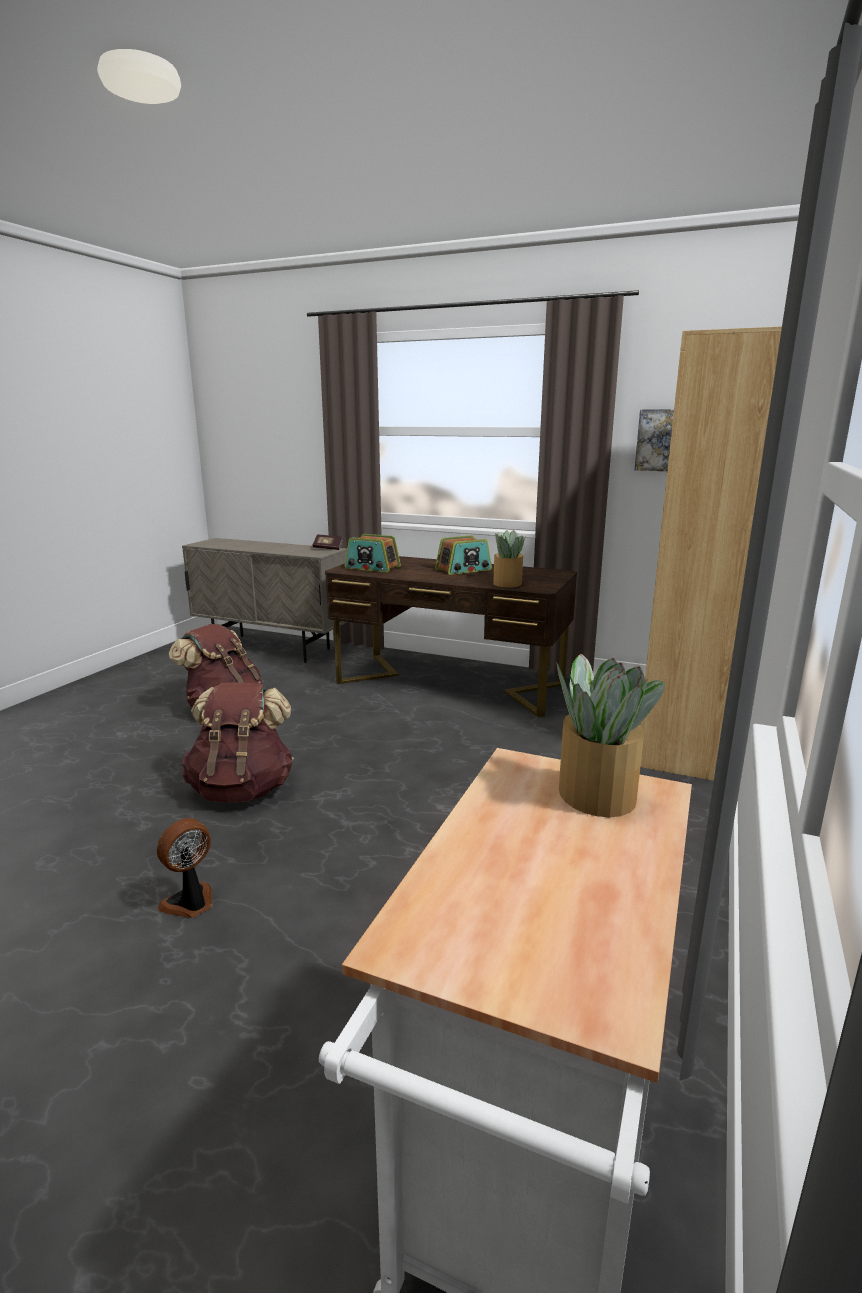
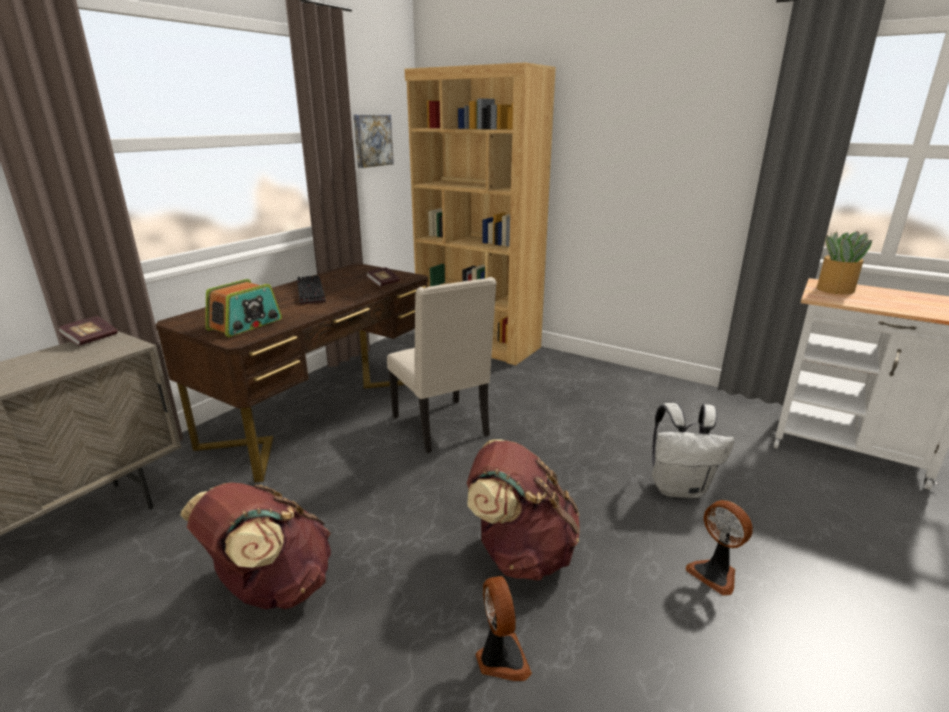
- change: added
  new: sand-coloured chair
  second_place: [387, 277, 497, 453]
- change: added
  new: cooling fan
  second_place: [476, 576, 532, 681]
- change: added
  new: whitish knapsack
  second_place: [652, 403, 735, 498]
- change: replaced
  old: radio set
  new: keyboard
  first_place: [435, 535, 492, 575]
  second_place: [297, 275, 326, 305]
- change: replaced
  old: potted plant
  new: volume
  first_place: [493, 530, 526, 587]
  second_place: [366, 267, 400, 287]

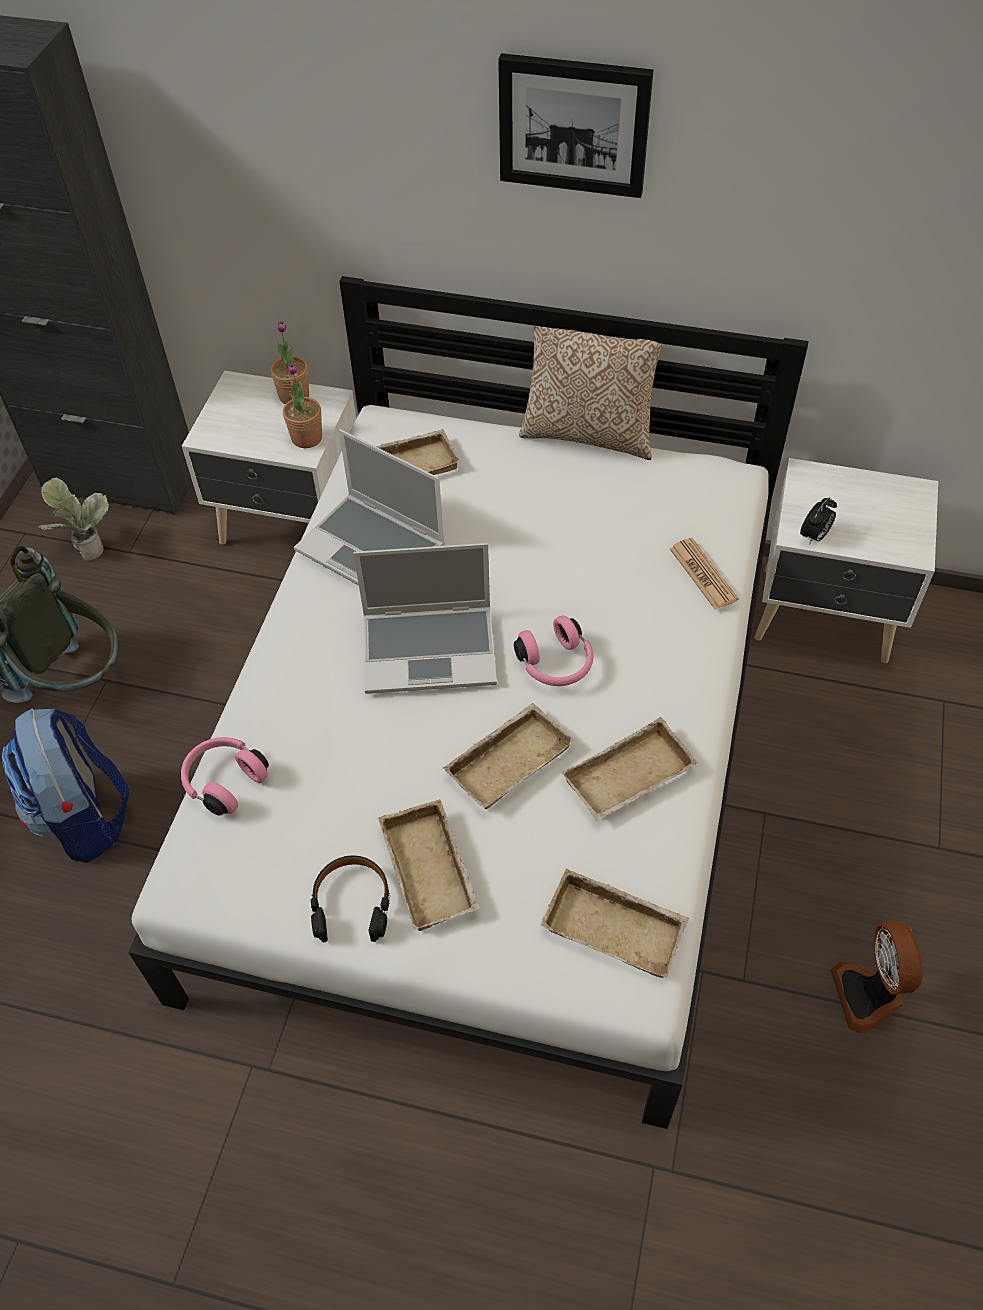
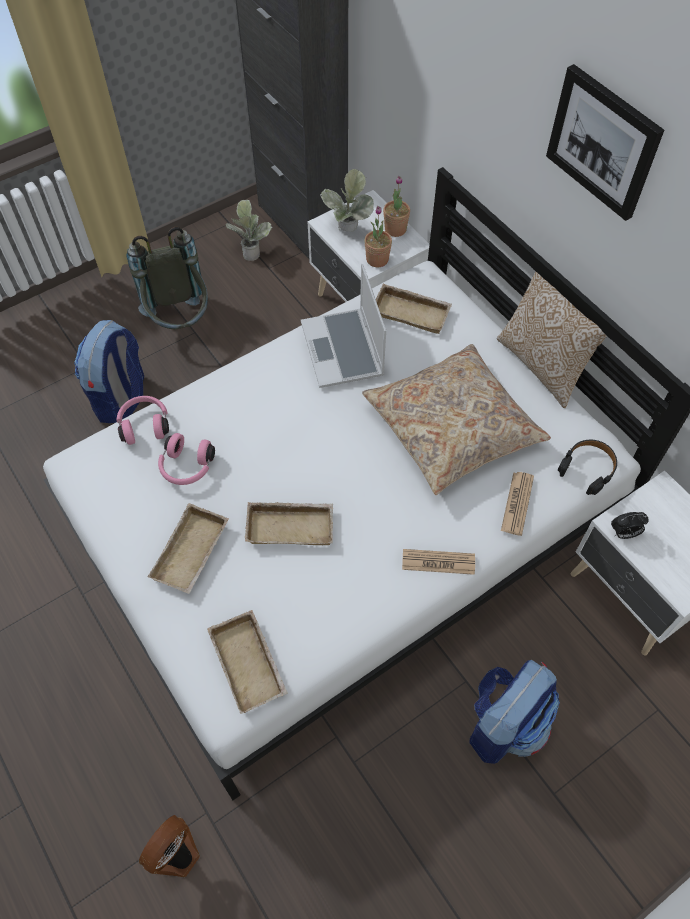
- change: removed
  old: laptop
  first_place: [353, 543, 497, 694]
- change: removed
  old: sand-coloured carrying tray
  first_place: [561, 717, 698, 821]
- change: added
  new: potted plant
  second_place: [320, 169, 374, 232]
- change: added
  new: sand-coloured throw pillow
  second_place: [362, 344, 551, 495]
- change: added
  new: daily paper
  second_place: [402, 549, 475, 575]
- change: added
  new: knapsack
  second_place: [470, 660, 560, 764]
- change: moved
  old: black-coloured pair of headphones
  first_place: [311, 855, 390, 942]
  second_place: [558, 440, 617, 495]
- change: moved
  old: pinkish pair of headphones
  first_place: [514, 616, 594, 686]
  second_place: [158, 433, 215, 485]
- change: moved
  old: cooling fan
  first_place: [830, 920, 923, 1033]
  second_place: [139, 815, 200, 877]

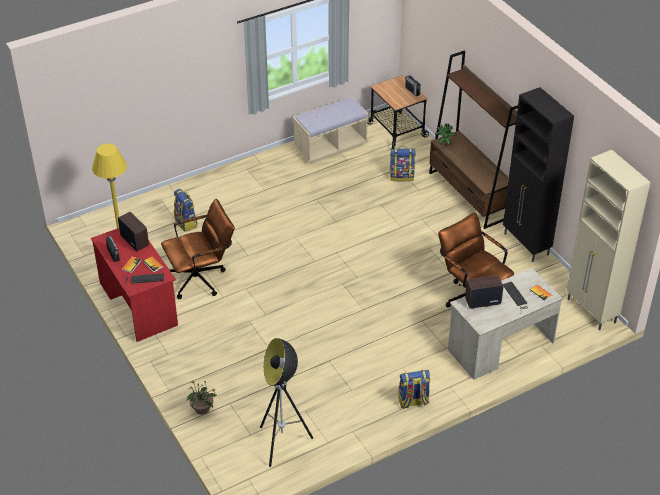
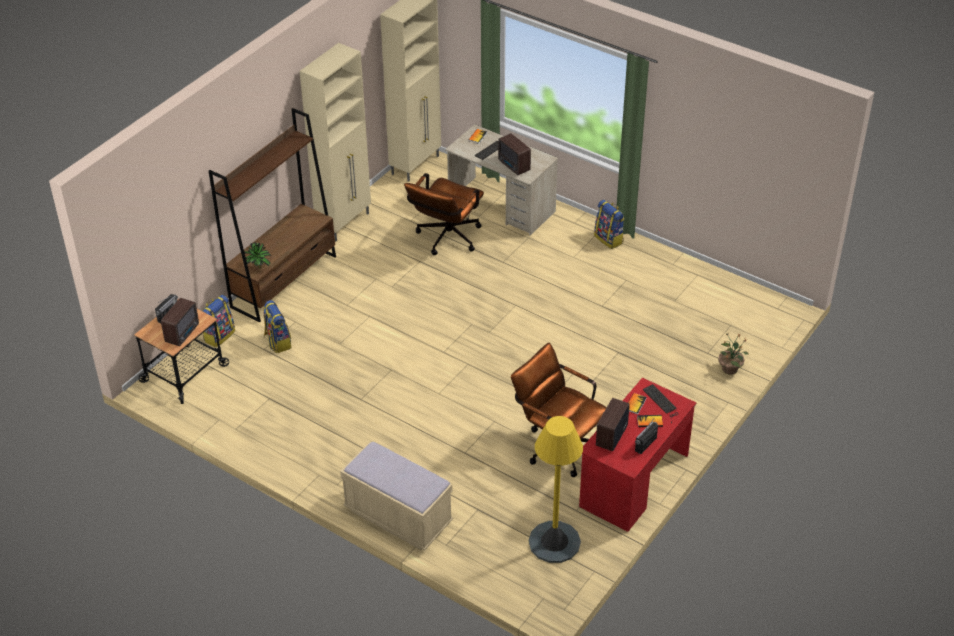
- change: removed
  old: standard lamp
  first_place: [260, 338, 313, 467]
- change: added
  new: radio set
  second_place: [161, 298, 199, 346]
- change: moved
  old: knapsack
  first_place: [174, 189, 197, 232]
  second_place: [202, 295, 235, 347]
- change: moved
  old: sand-coloured long seat
  first_place: [293, 97, 369, 164]
  second_place: [340, 442, 453, 551]
- change: recoloured
  old: black-coloured storage cabinet
  new: sand-coloured storage cabinet
  first_place: [503, 87, 574, 262]
  second_place: [300, 43, 371, 241]

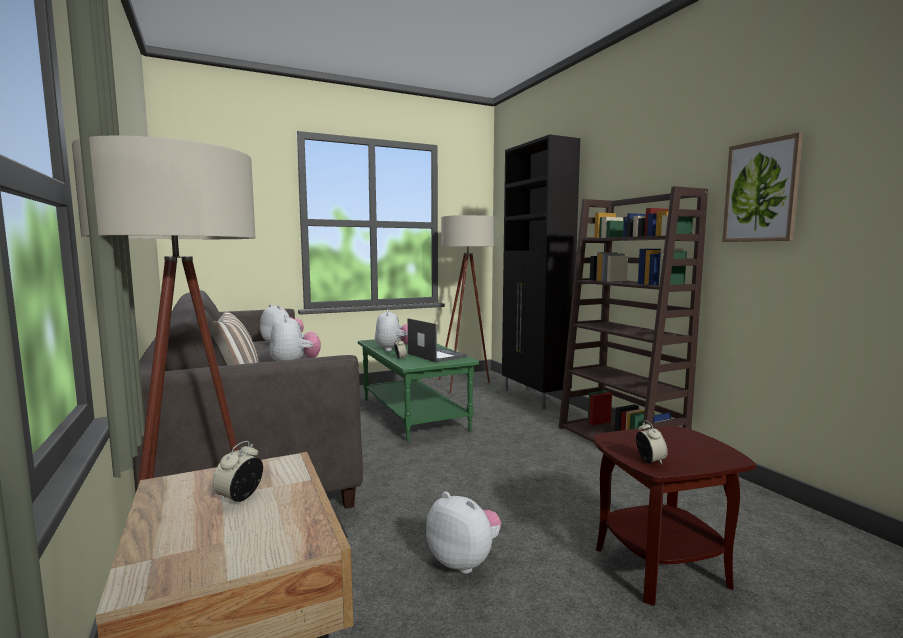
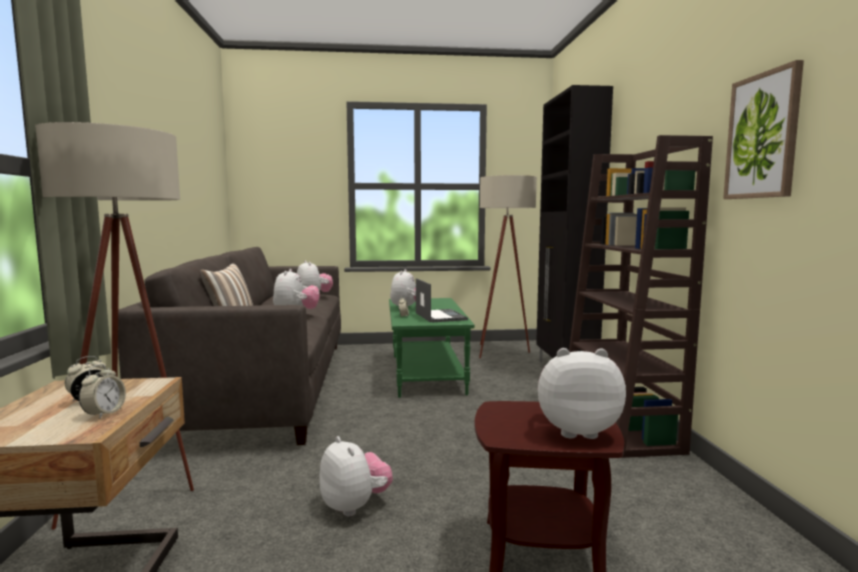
- change: added
  new: cuddly toy
  second_place: [538, 348, 626, 439]
- change: moved
  old: bedside clock
  first_place: [636, 420, 668, 464]
  second_place: [79, 364, 126, 419]

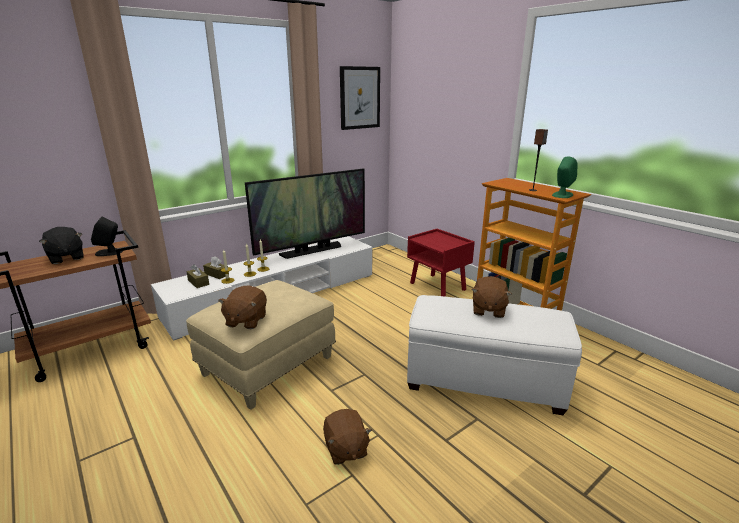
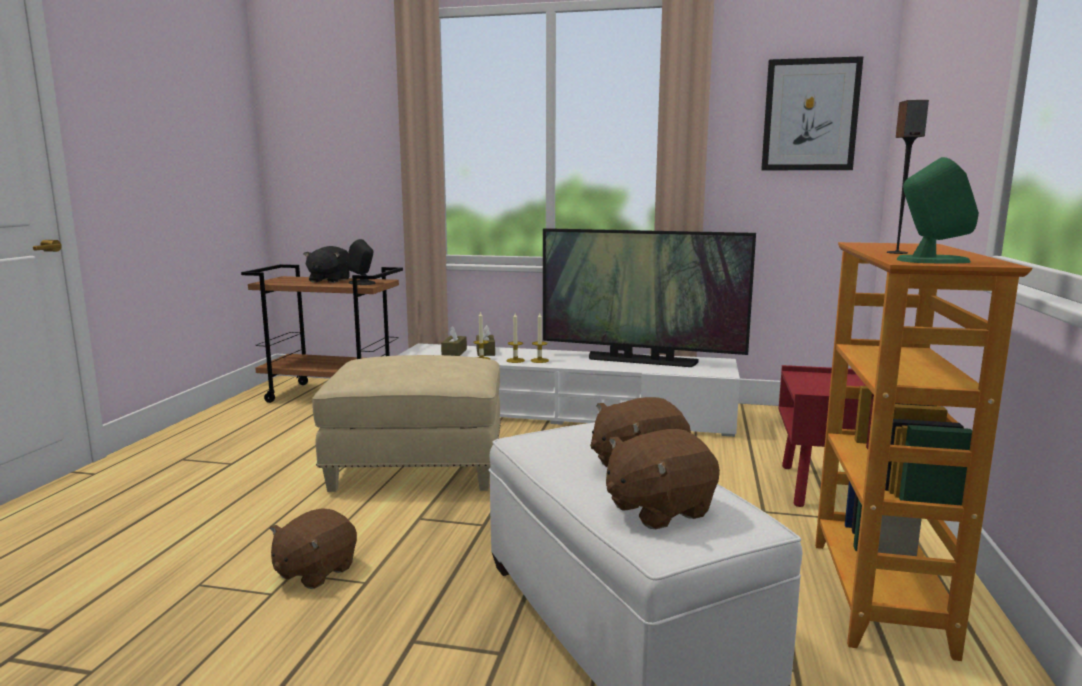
- change: moved
  old: brown cuddly toy
  first_place: [218, 285, 267, 329]
  second_place: [606, 429, 720, 529]

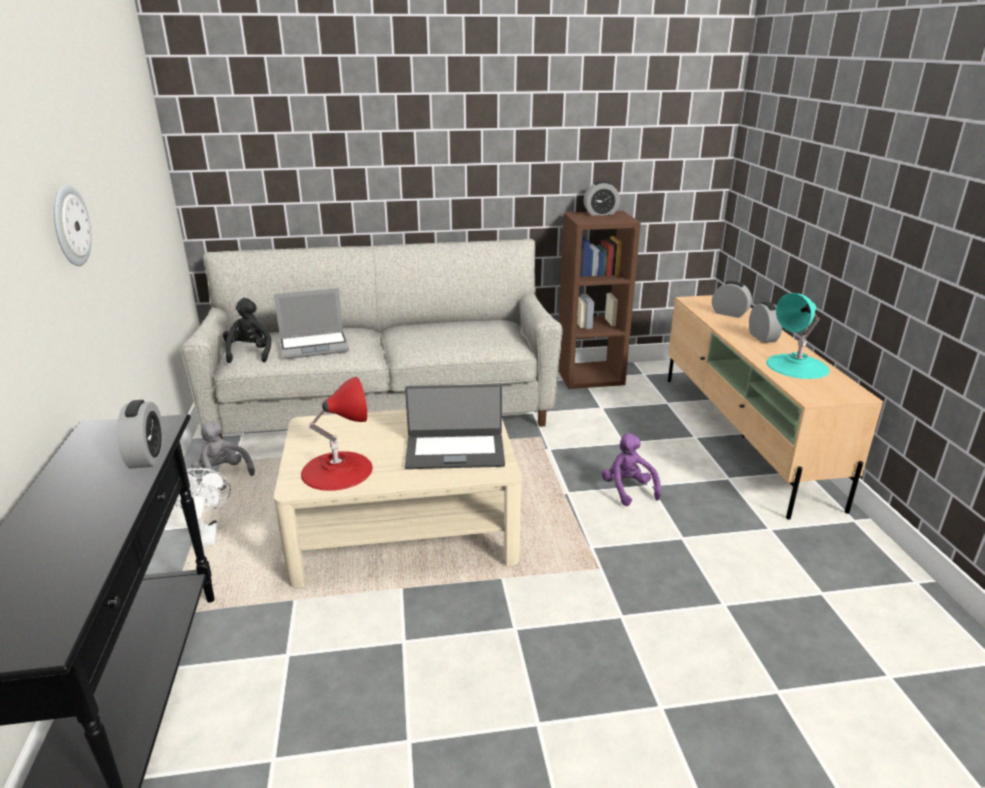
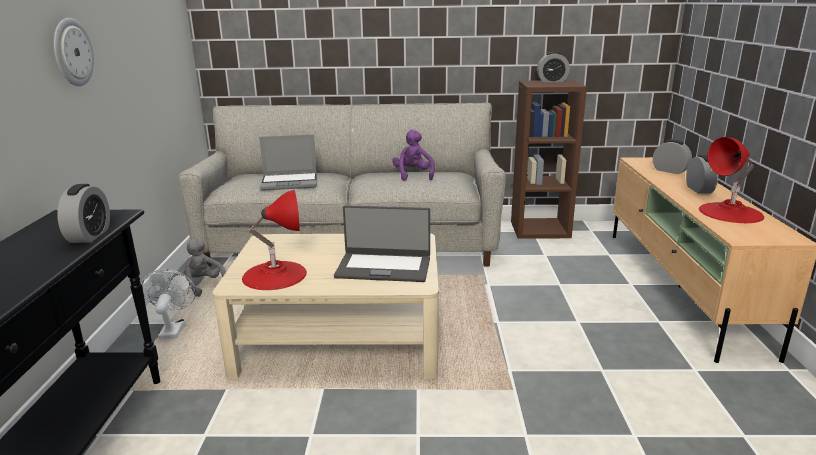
- change: removed
  old: black-coloured cuddly toy
  first_place: [223, 298, 271, 363]
- change: moved
  old: purple cuddly toy
  first_place: [602, 433, 661, 506]
  second_place: [392, 129, 435, 181]
- change: recoloured
  old: turquoise table lamp
  new: reddish table lamp
  first_place: [766, 293, 829, 379]
  second_place: [699, 137, 764, 223]

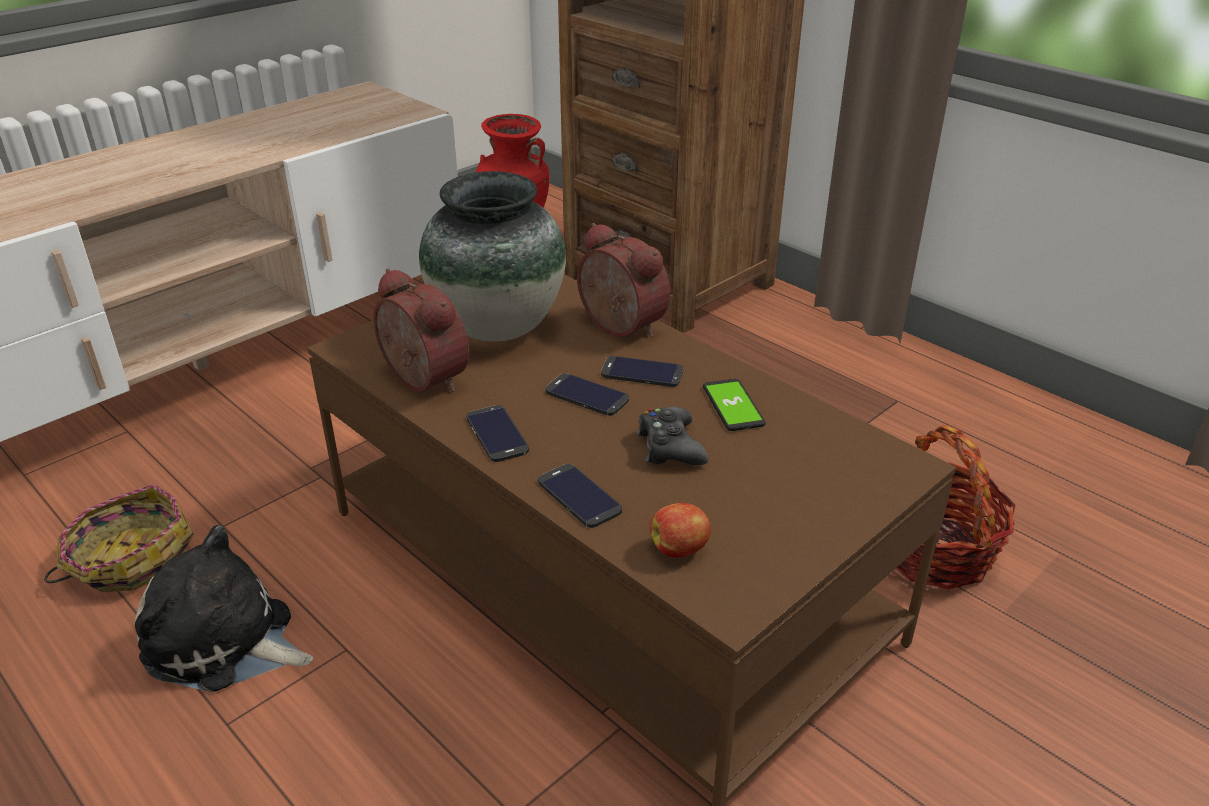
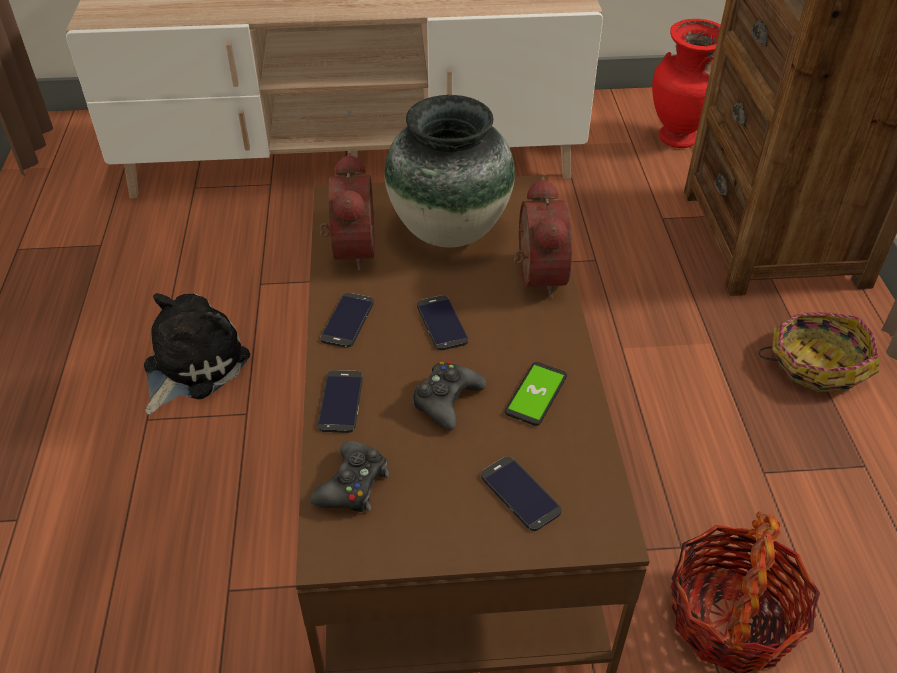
- change: moved
  old: storage basket
  first_place: [44, 484, 194, 592]
  second_place: [758, 312, 879, 392]
- change: moved
  old: telephone
  first_place: [601, 356, 683, 387]
  second_place: [481, 456, 562, 531]
- change: replaced
  old: whole apple
  new: black-coloured game controller
  first_place: [650, 503, 711, 557]
  second_place: [310, 441, 390, 512]
- change: turned
  old: cuddly toy
  first_place: [134, 525, 313, 692]
  second_place: [144, 293, 250, 415]
  degrees: 60

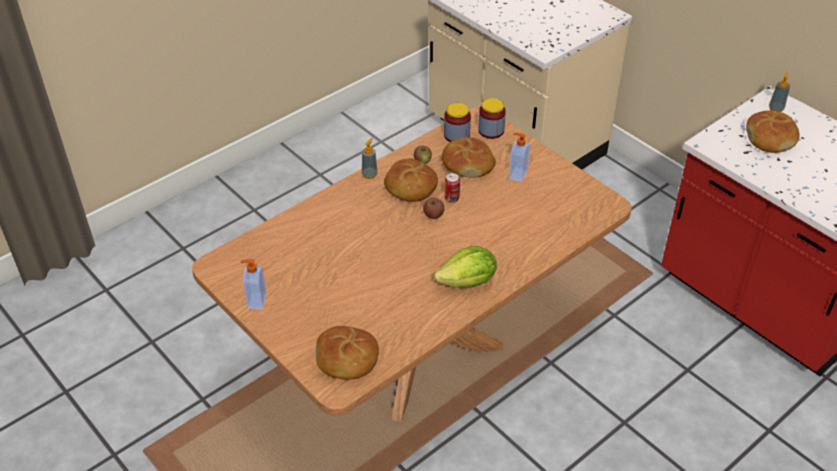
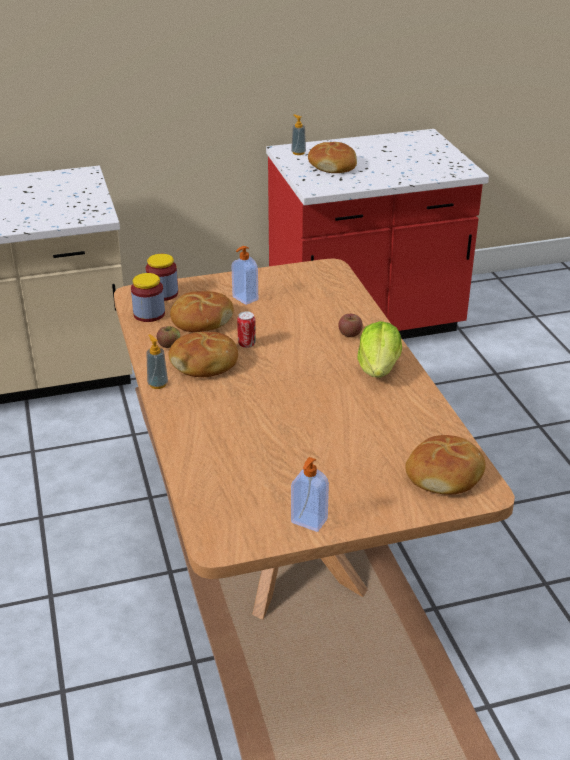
- change: moved
  old: whole apple
  first_place: [423, 198, 444, 219]
  second_place: [338, 314, 363, 337]

